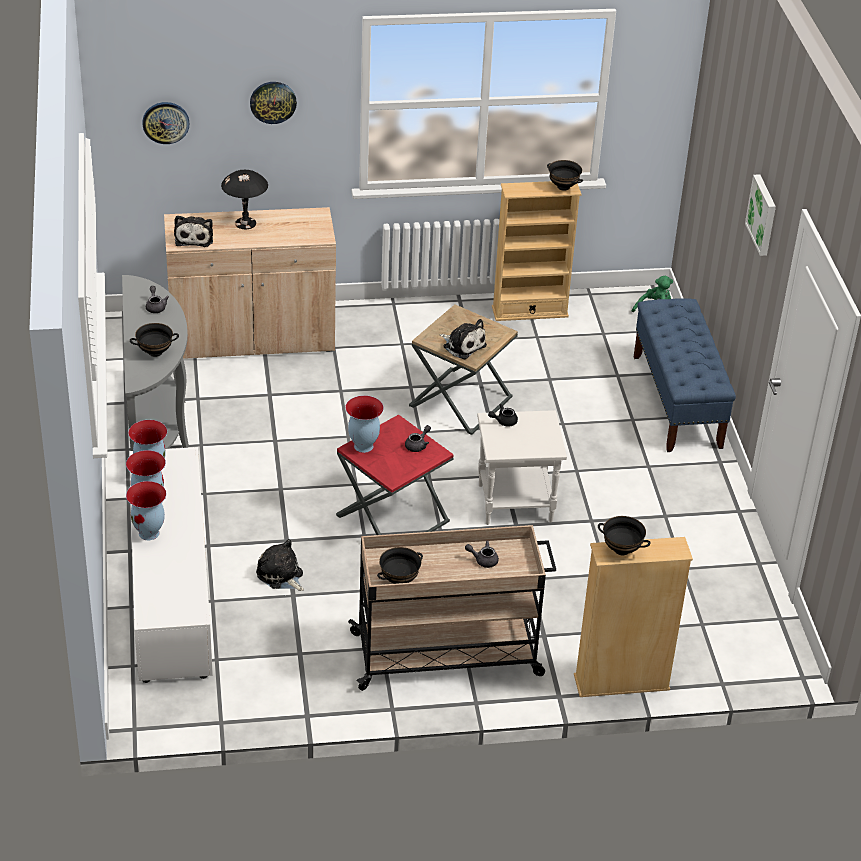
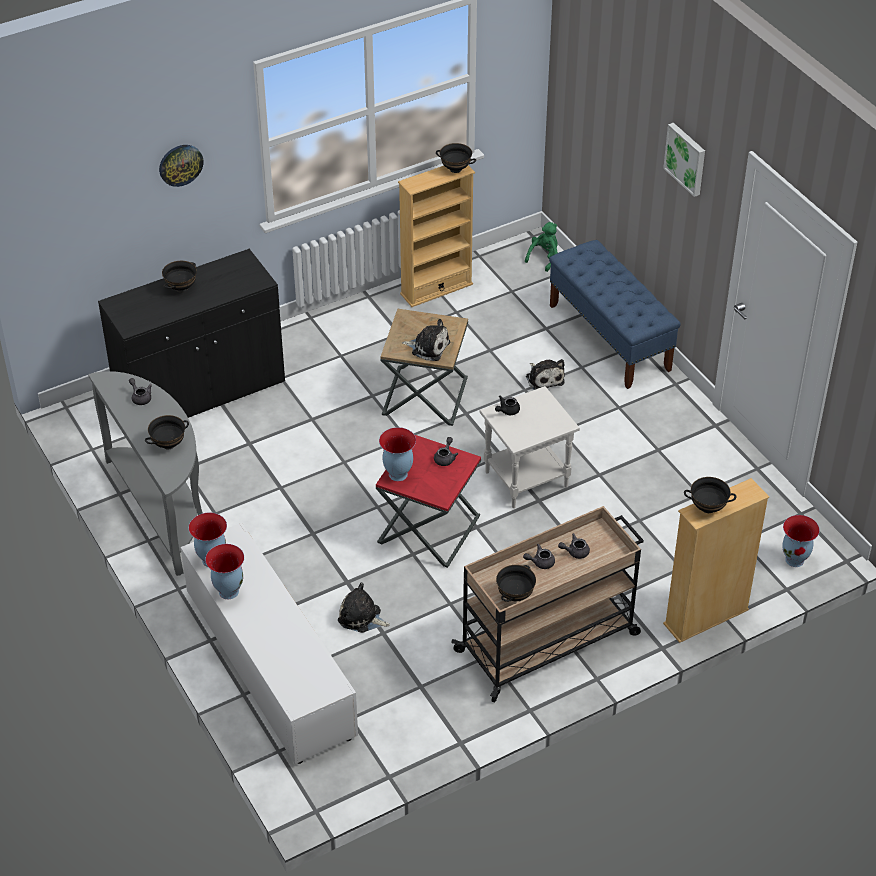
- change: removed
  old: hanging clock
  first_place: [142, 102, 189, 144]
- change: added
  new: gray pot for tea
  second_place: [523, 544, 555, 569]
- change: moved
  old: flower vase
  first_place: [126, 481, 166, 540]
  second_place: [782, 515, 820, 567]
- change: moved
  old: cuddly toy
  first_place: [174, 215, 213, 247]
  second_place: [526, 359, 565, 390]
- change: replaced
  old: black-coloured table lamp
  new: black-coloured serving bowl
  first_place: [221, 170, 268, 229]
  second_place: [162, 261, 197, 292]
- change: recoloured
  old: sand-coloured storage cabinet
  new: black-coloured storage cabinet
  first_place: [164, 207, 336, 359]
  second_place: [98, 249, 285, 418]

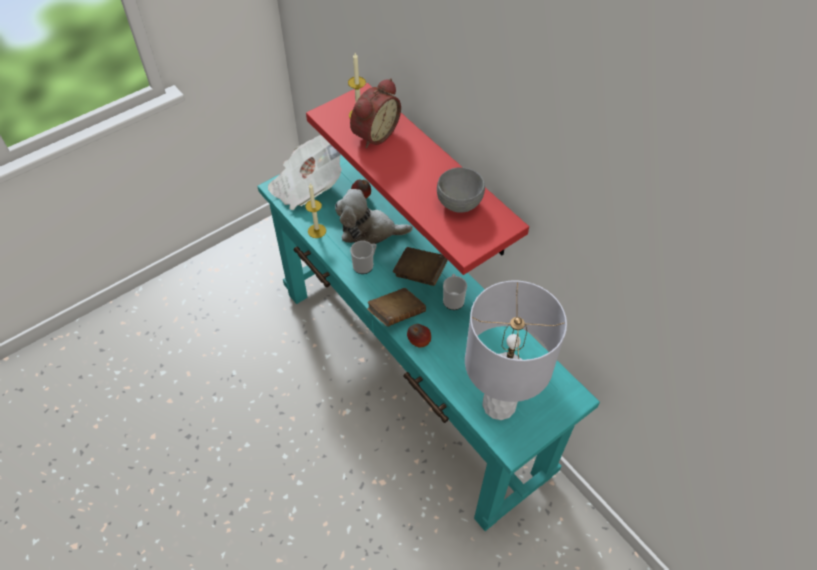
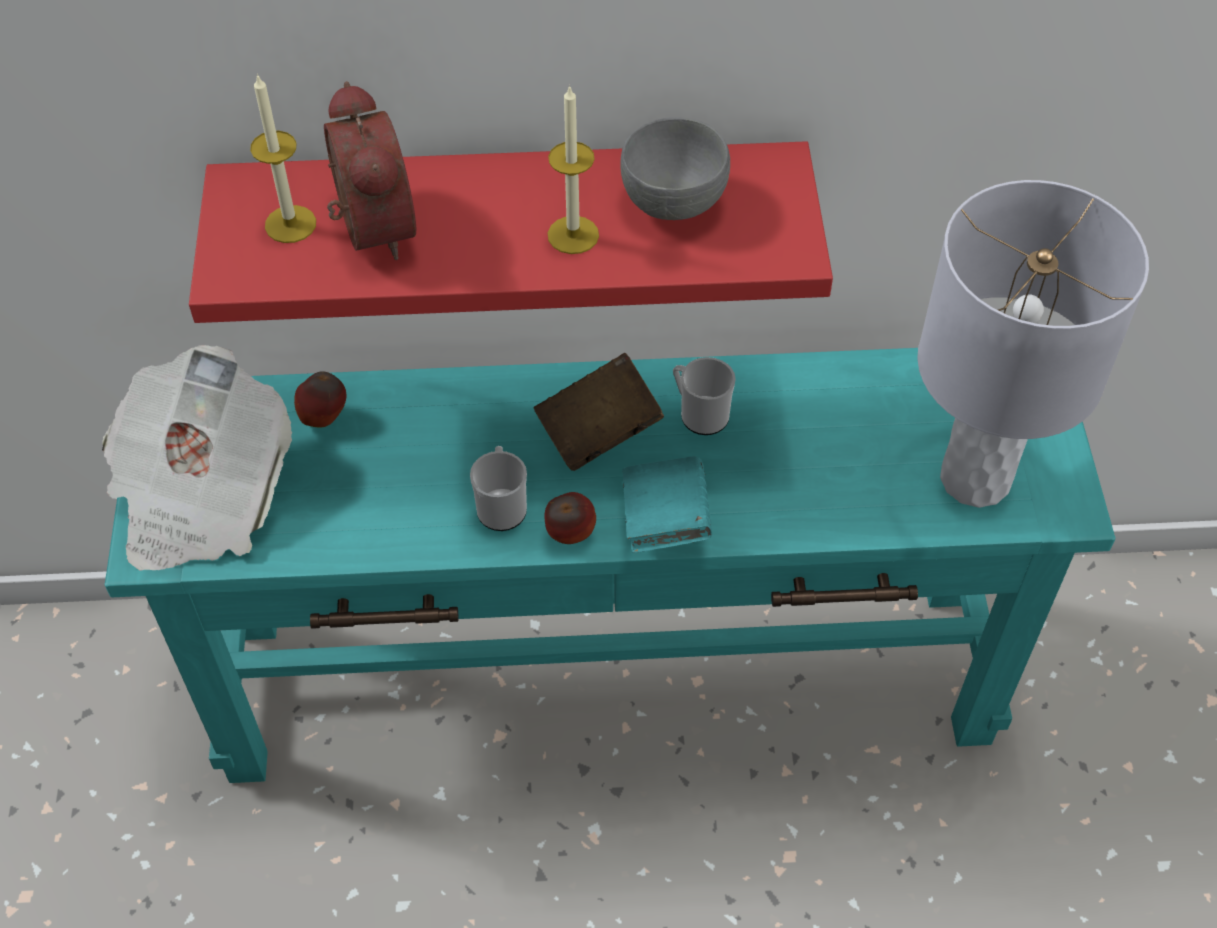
- change: removed
  old: cuddly toy
  first_place: [335, 189, 413, 244]
- change: moved
  old: wax light
  first_place: [305, 183, 326, 238]
  second_place: [548, 85, 599, 254]
- change: moved
  old: whole apple
  first_place: [407, 324, 431, 348]
  second_place: [545, 492, 596, 544]
- change: recoloured
  old: brown volume
  new: turquoise volume
  first_place: [367, 288, 426, 327]
  second_place: [622, 456, 712, 553]

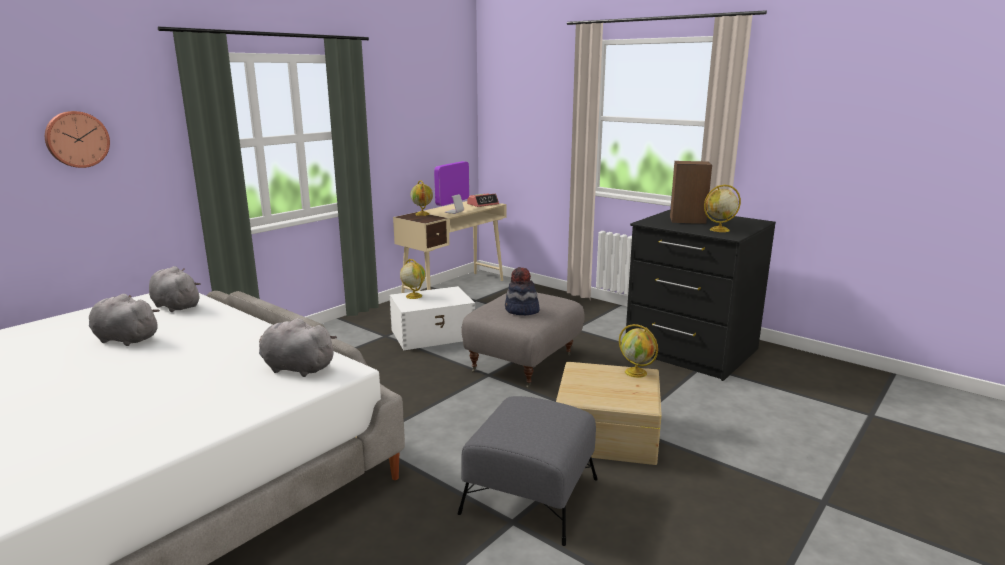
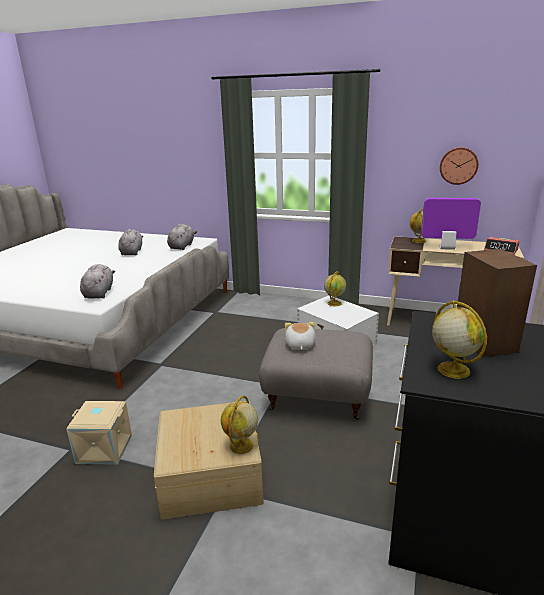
- change: moved
  old: hanging clock
  first_place: [45, 111, 110, 168]
  second_place: [440, 147, 478, 185]
- change: replaced
  old: gray pouffe
  new: sand-coloured storage bin
  first_place: [458, 396, 598, 546]
  second_place: [66, 401, 132, 465]
- change: replaced
  old: clothing hat
  new: cuddly toy
  first_place: [505, 267, 540, 315]
  second_place: [285, 322, 316, 350]

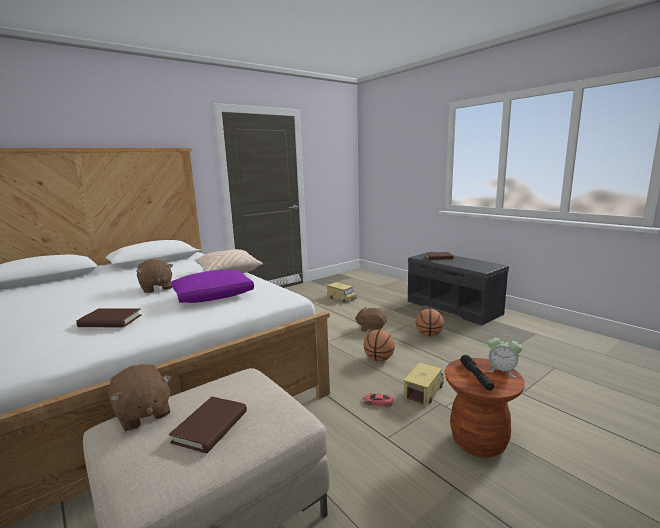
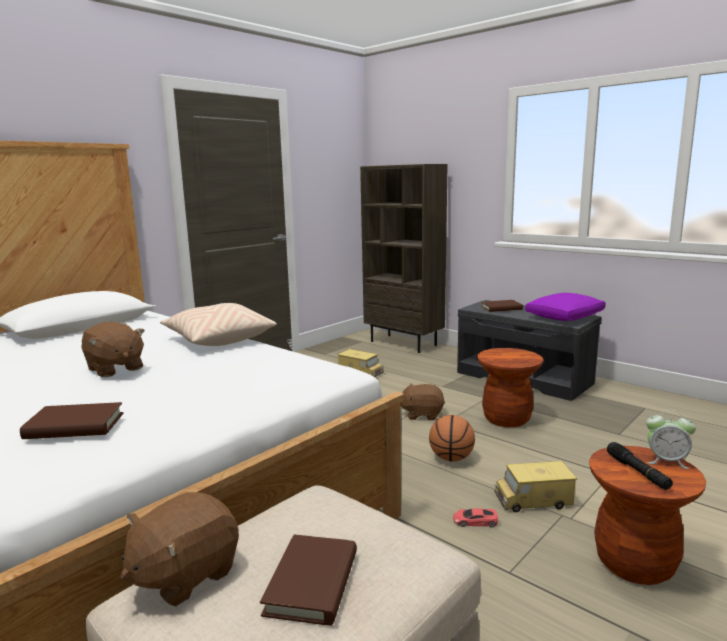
- change: added
  new: brown bookshelf
  second_place: [360, 164, 448, 353]
- change: moved
  old: purple throw pillow
  first_place: [171, 269, 254, 303]
  second_place: [525, 293, 606, 321]
- change: replaced
  old: basketball
  new: brown stool
  first_place: [416, 309, 444, 337]
  second_place: [477, 348, 543, 427]
- change: turned
  old: brown cuddly toy
  first_place: [109, 364, 172, 431]
  second_place: [121, 492, 239, 606]
  degrees: 90
- change: turned
  old: model truck
  first_place: [403, 362, 444, 406]
  second_place: [494, 461, 577, 512]
  degrees: -120

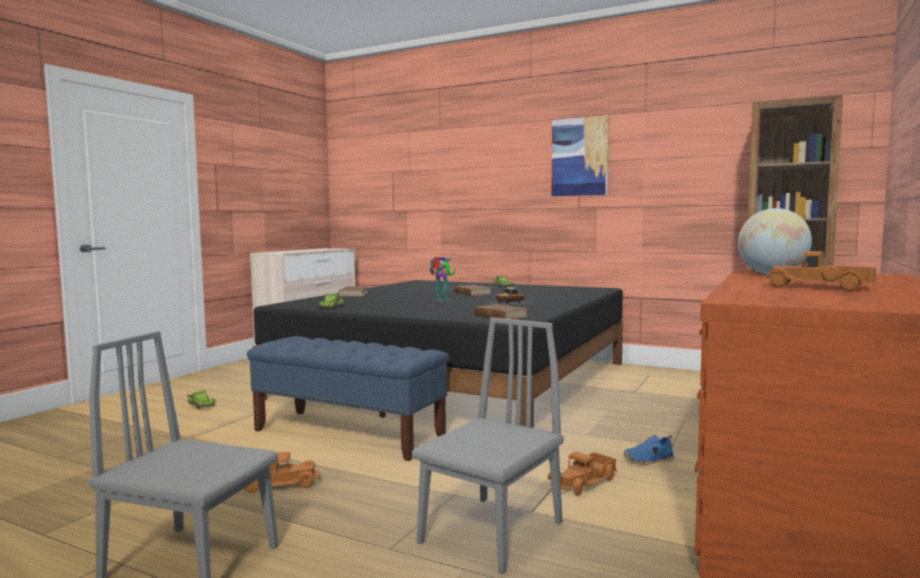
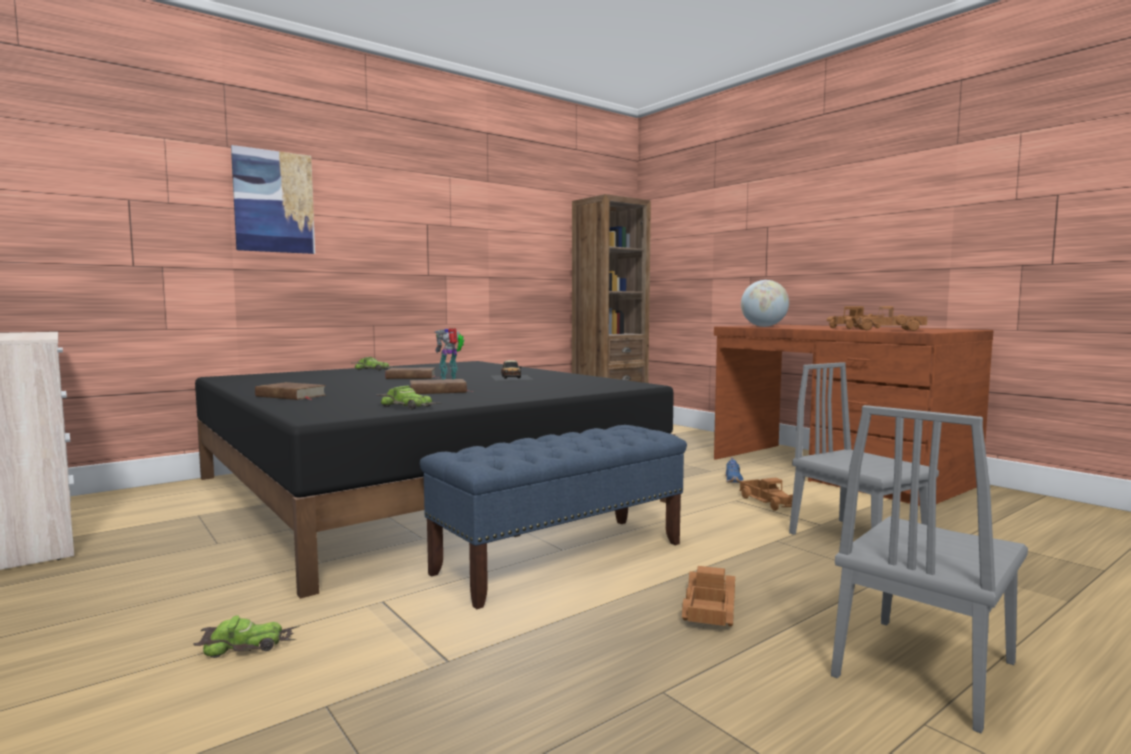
- change: added
  new: model truck
  second_place: [854, 306, 927, 331]
- change: moved
  old: brown volume
  first_place: [474, 304, 528, 320]
  second_place: [410, 379, 476, 394]
- change: moved
  old: picture
  first_place: [551, 115, 609, 196]
  second_place: [231, 145, 315, 254]

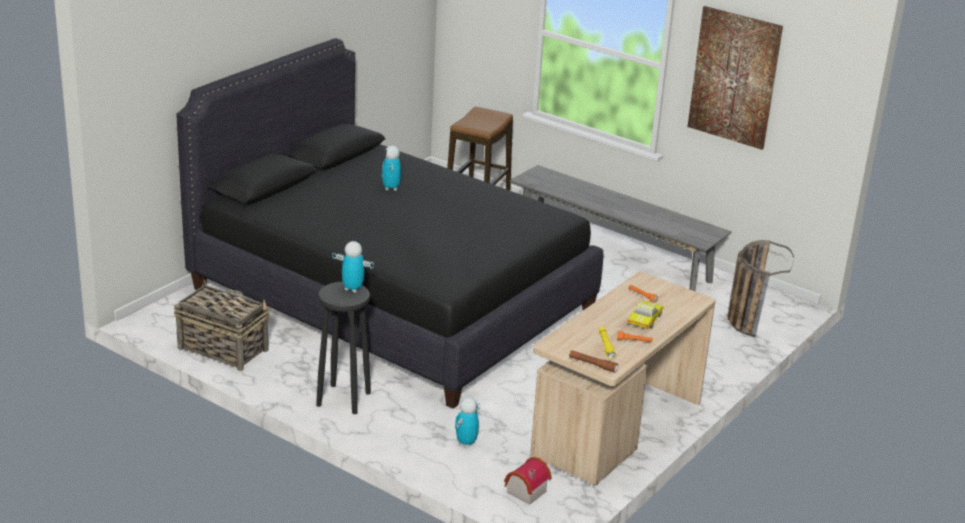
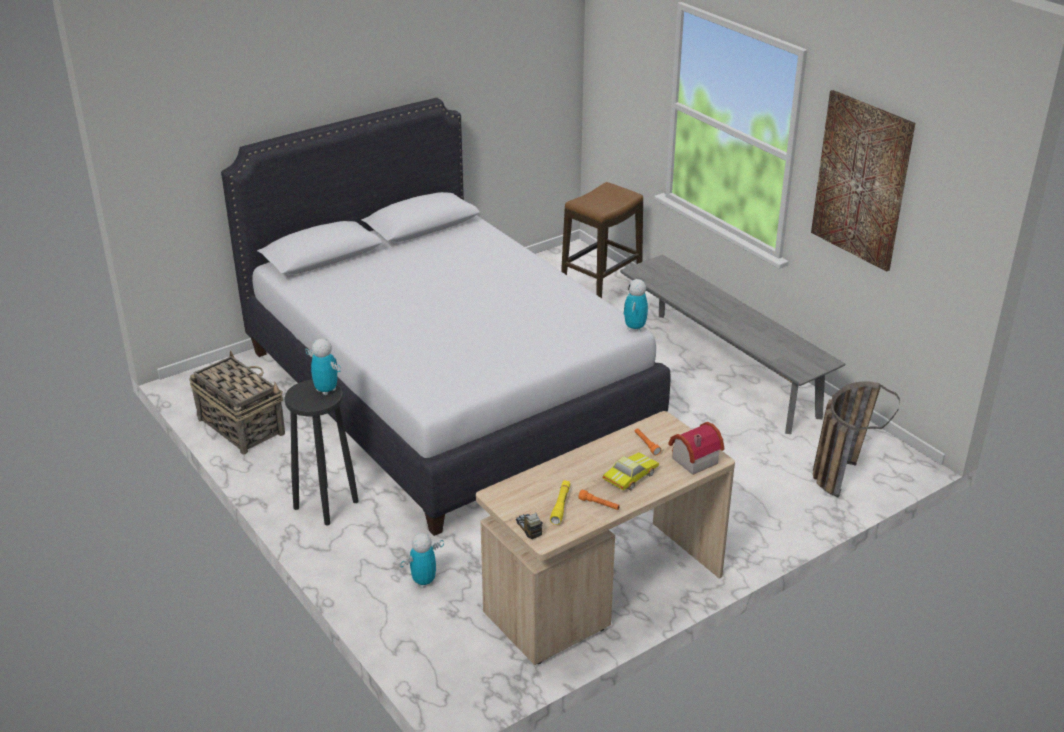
- change: moved
  old: robot figure
  first_place: [382, 146, 401, 191]
  second_place: [623, 279, 648, 332]
- change: moved
  old: toy house
  first_place: [504, 457, 552, 505]
  second_place: [668, 422, 724, 475]
- change: replaced
  old: brown flashlight
  new: model truck
  first_place: [569, 350, 618, 373]
  second_place: [516, 512, 542, 539]
- change: recoloured
  old: black-coloured bed
  new: whitish bed
  first_place: [176, 38, 603, 409]
  second_place: [221, 98, 670, 536]

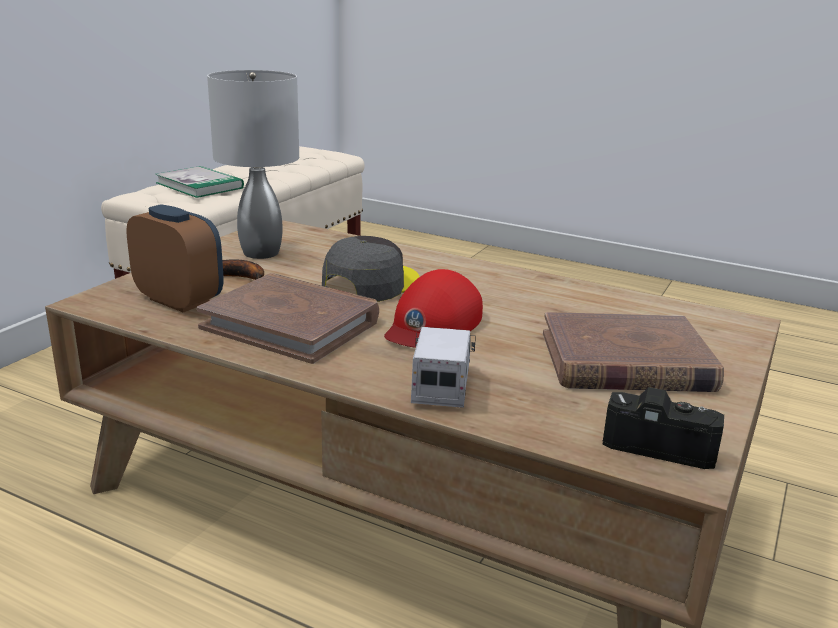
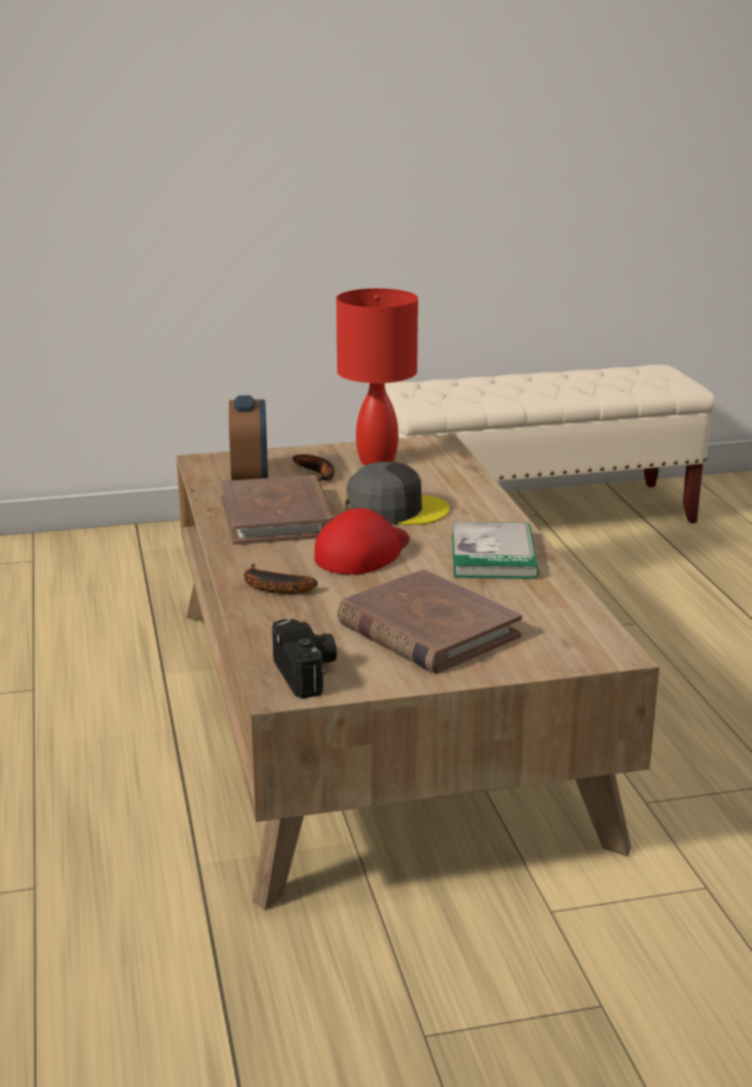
- change: moved
  old: volume
  first_place: [155, 166, 244, 198]
  second_place: [452, 522, 538, 579]
- change: replaced
  old: model truck
  new: whole banana
  first_place: [411, 327, 476, 408]
  second_place: [244, 564, 318, 594]
- change: recoloured
  old: gray table lamp
  new: reddish table lamp
  first_place: [207, 70, 299, 259]
  second_place: [336, 288, 418, 465]
- change: turned
  old: reddish peaked cap
  first_place: [384, 269, 483, 348]
  second_place: [314, 508, 410, 575]
  degrees: 135

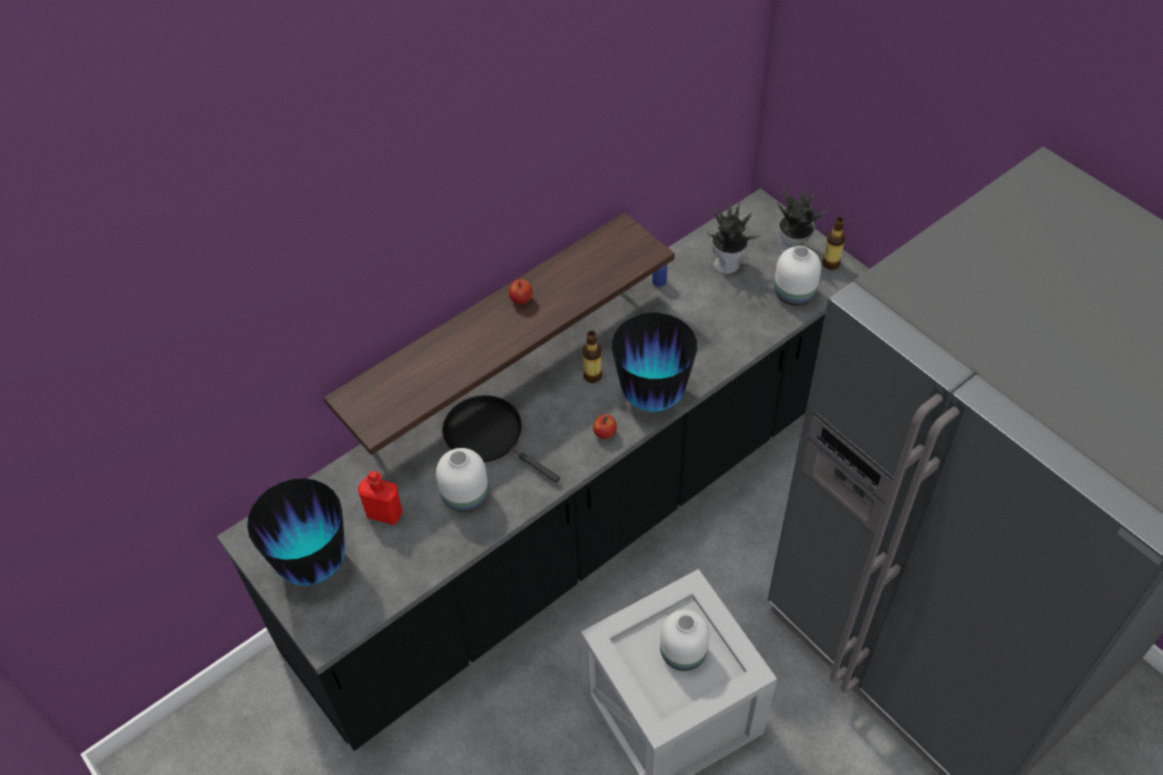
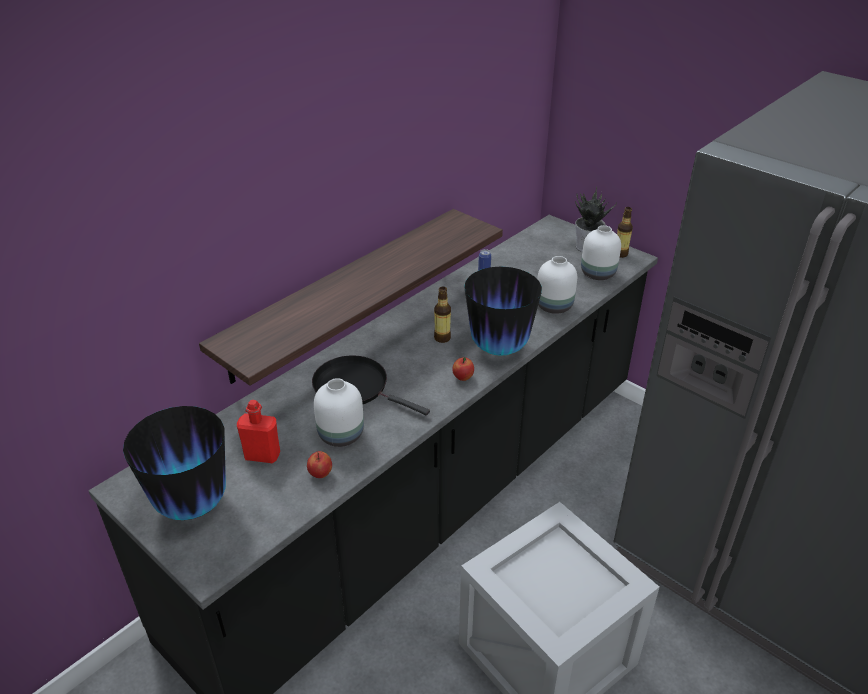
- change: removed
  old: potted plant
  first_place: [707, 200, 762, 274]
- change: moved
  old: whole apple
  first_place: [509, 279, 533, 304]
  second_place: [307, 451, 332, 478]
- change: moved
  old: whitish flower vase
  first_place: [660, 609, 710, 671]
  second_place: [537, 256, 577, 314]

